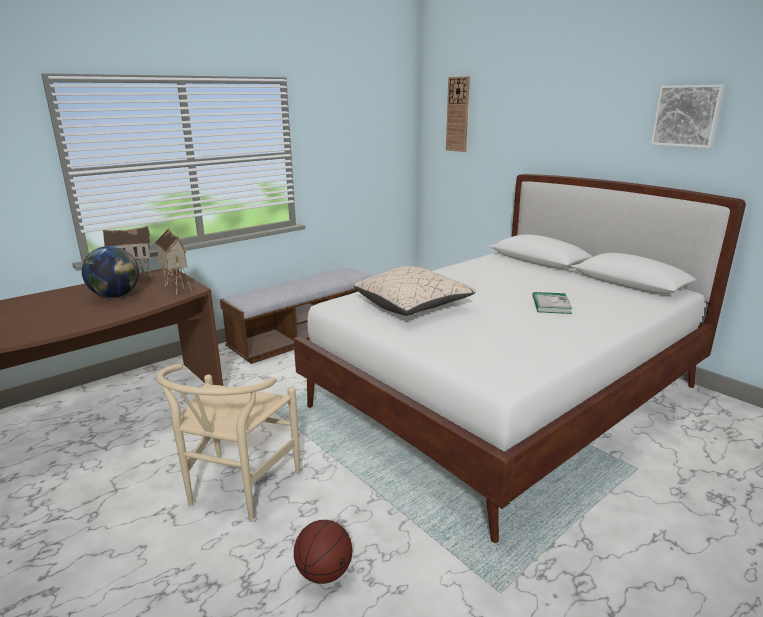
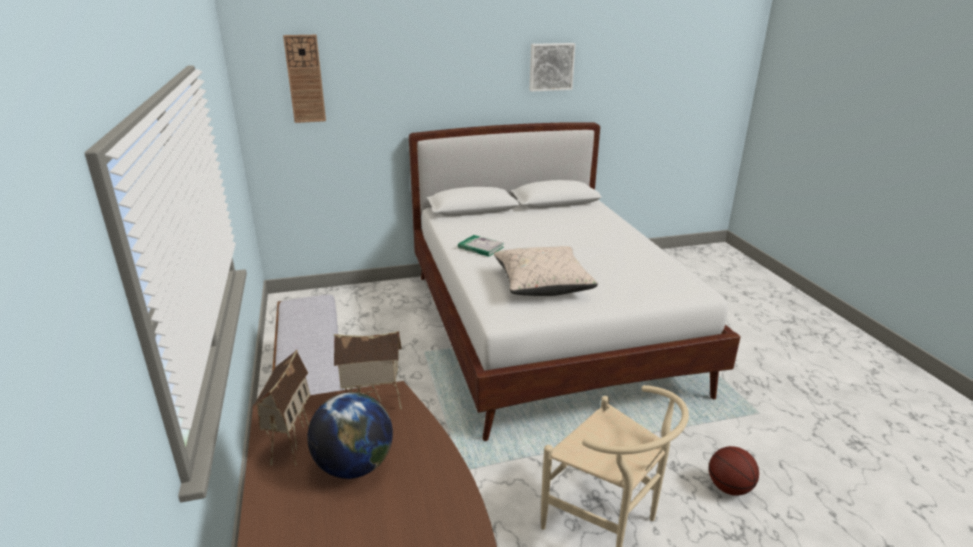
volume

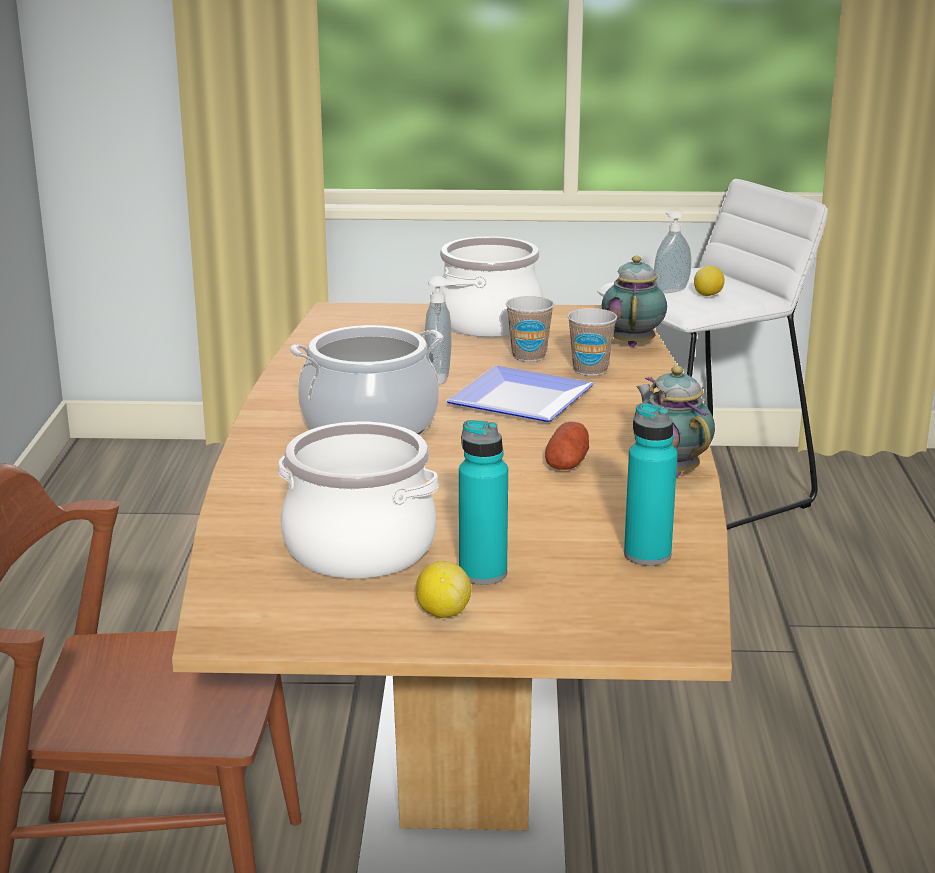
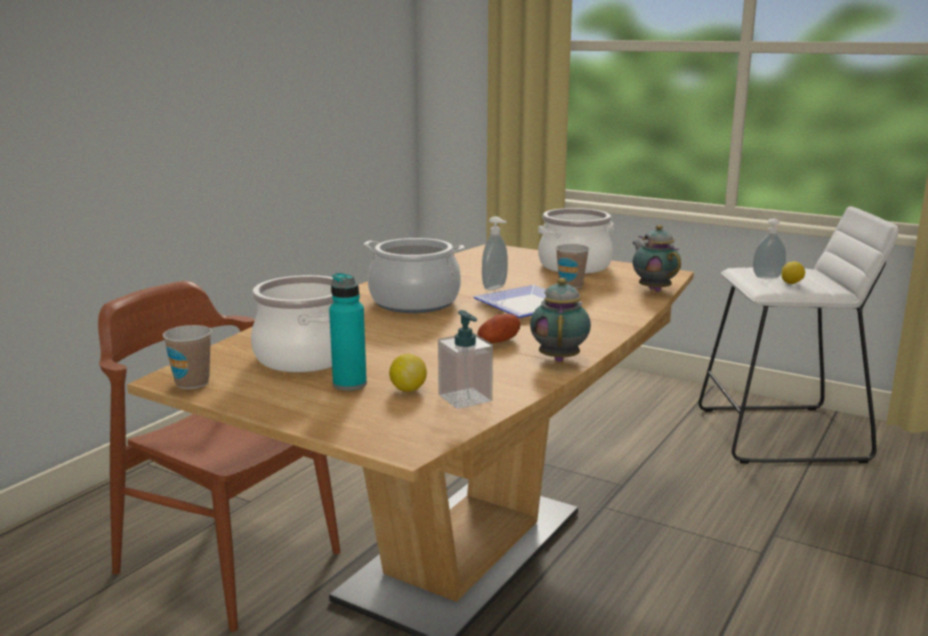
tea pot (no. 2 from left)
cup (no. 1 from left)
soap dispenser (no. 1 from left)
whole lemon (no. 1 from left)

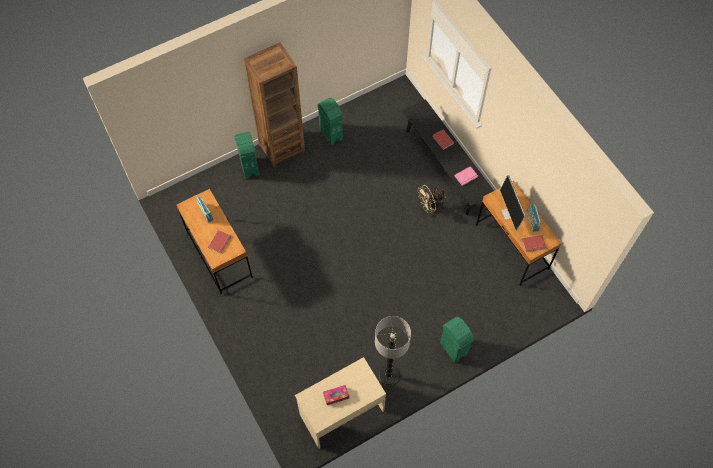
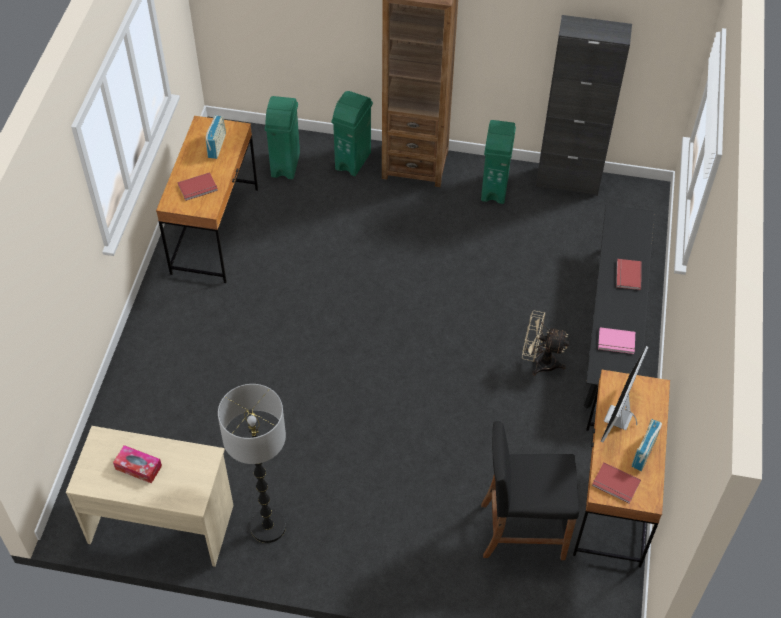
trash can (green) (no. 1 from left)
cabinet (black)
sitting stool (black)

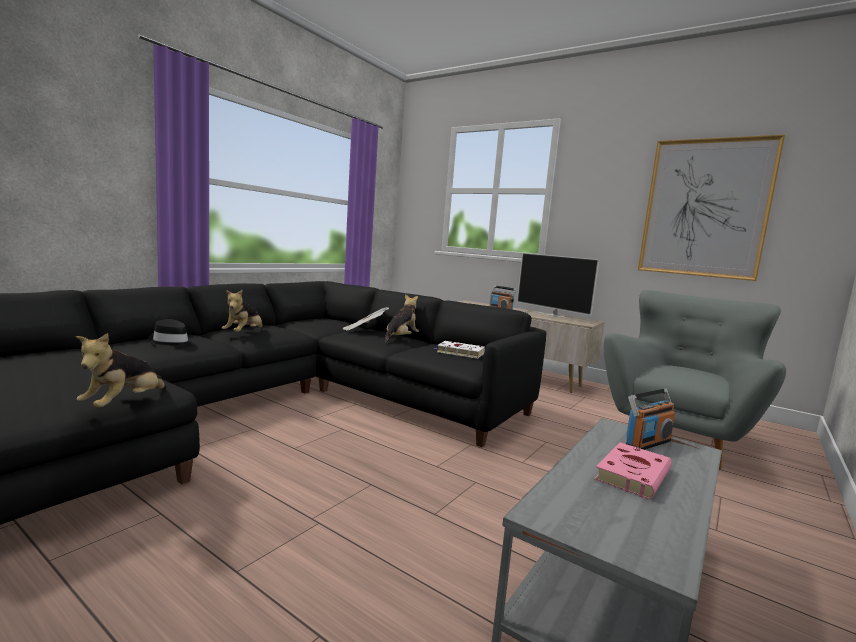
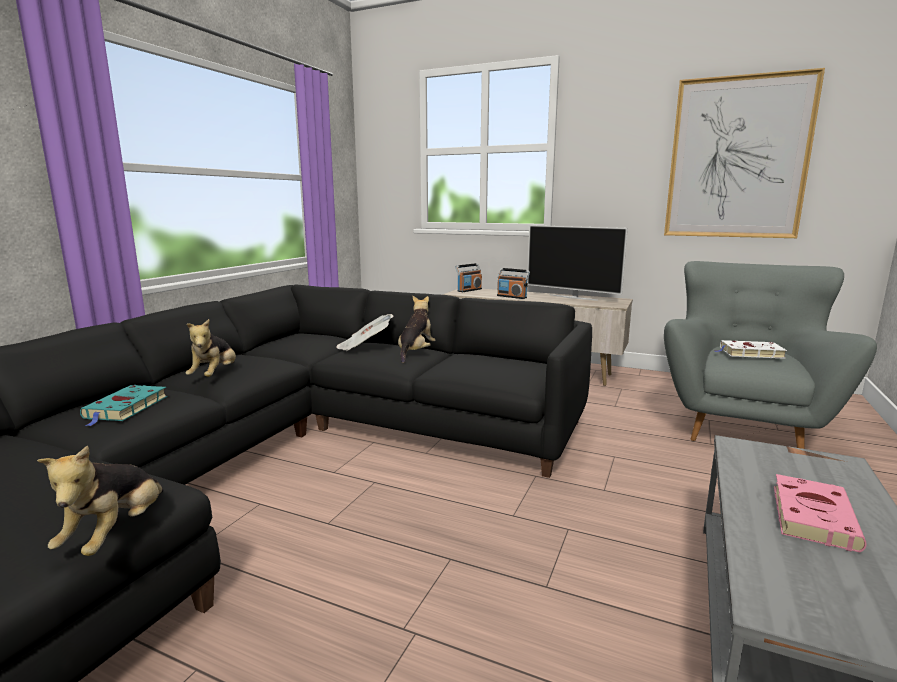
volume (blue-green)
volume (white-coloured)
radio receiver (no. 1 from left)

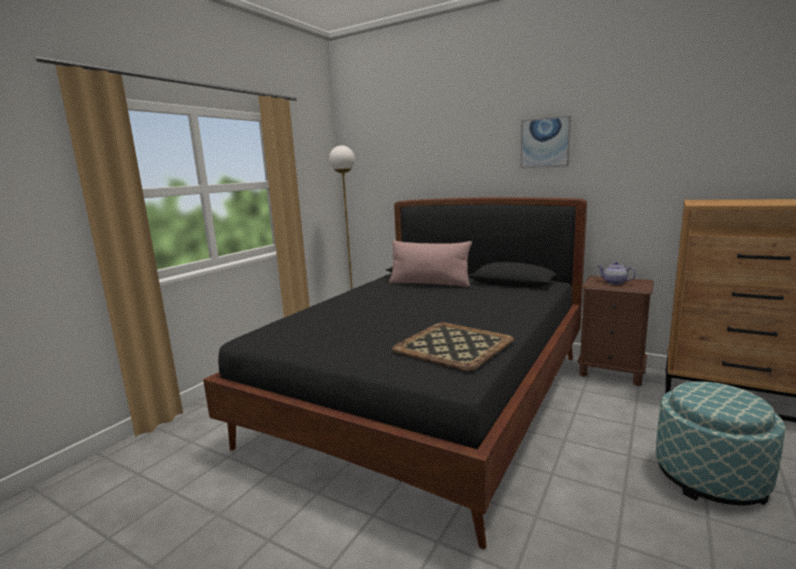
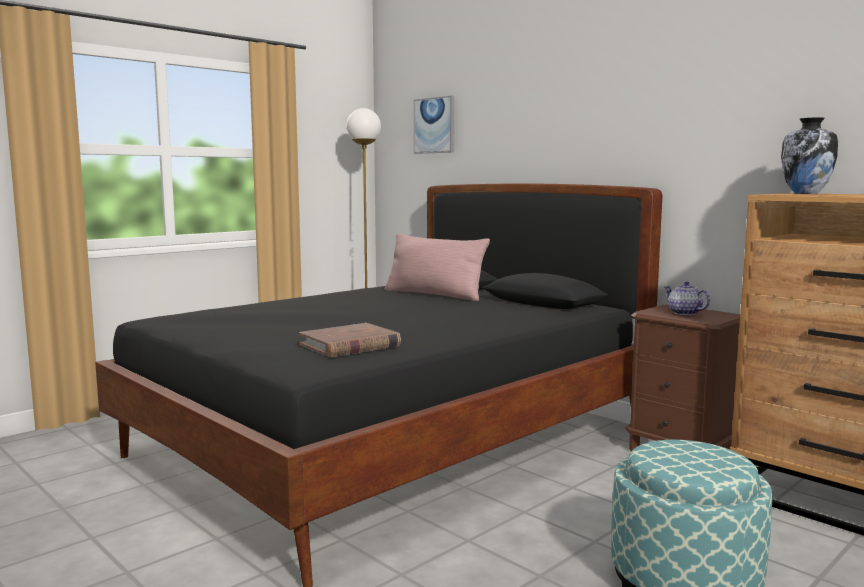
picture
volume (brown-coloured)
flower vase

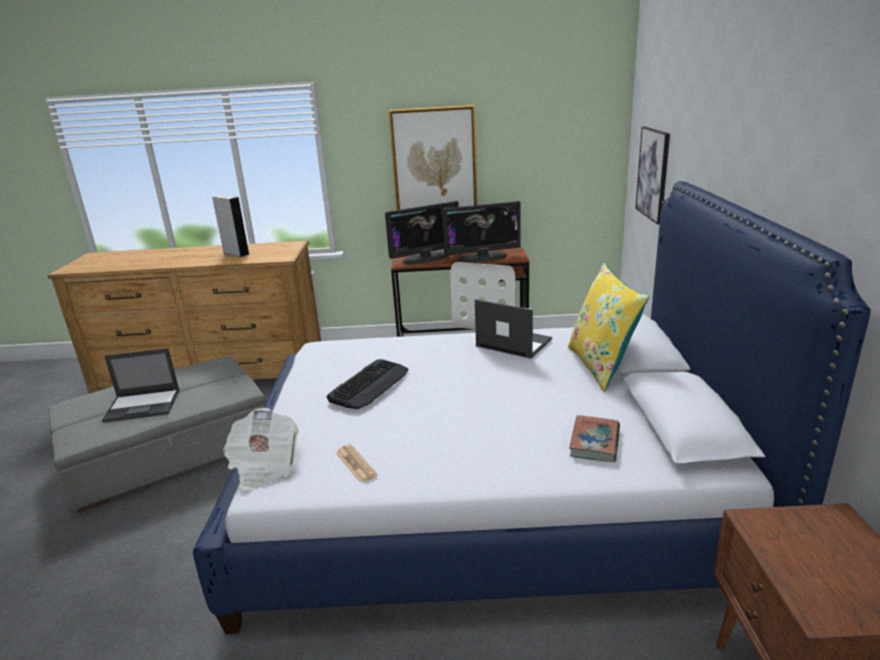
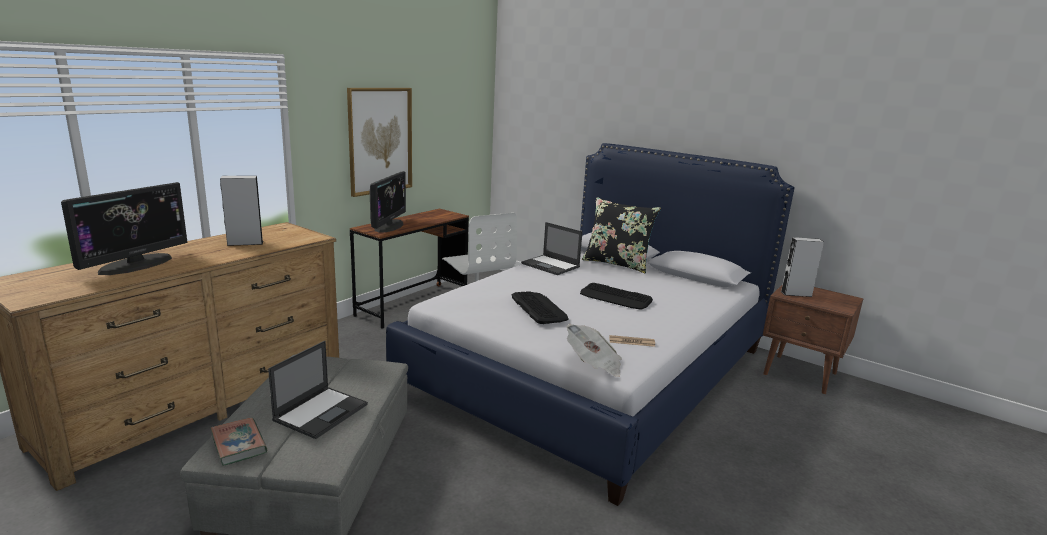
picture (no. 2 from left in the first image)
computer screen (no. 1 from left)
cushion (black)
laptop (no. 2 from left)
volume
speaker (greyish) (no. 2 from left)
computer keyboard (no. 2 from left)

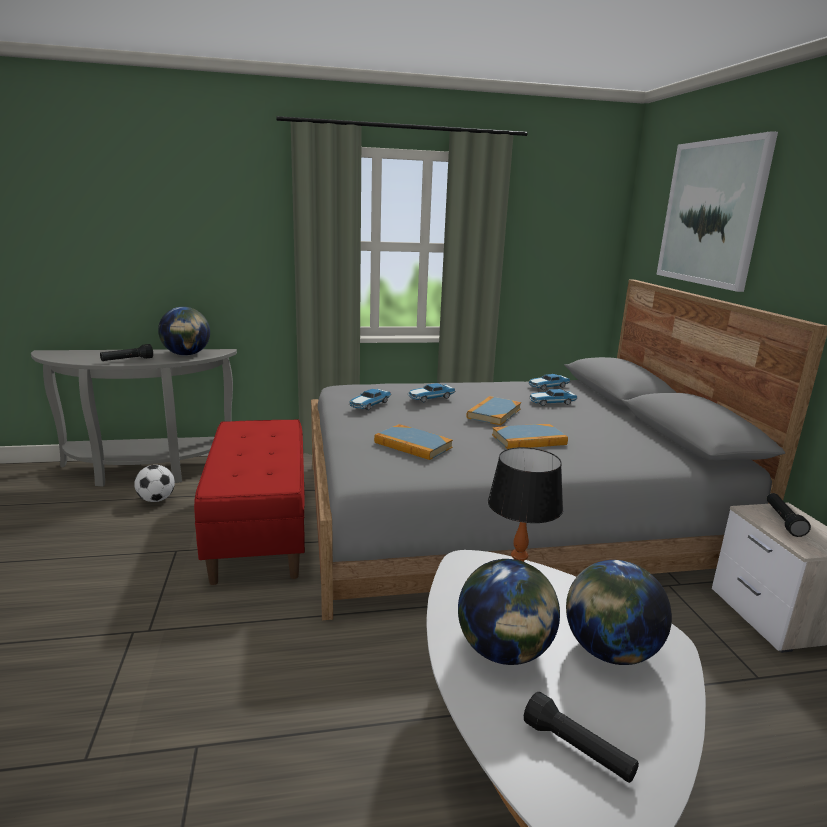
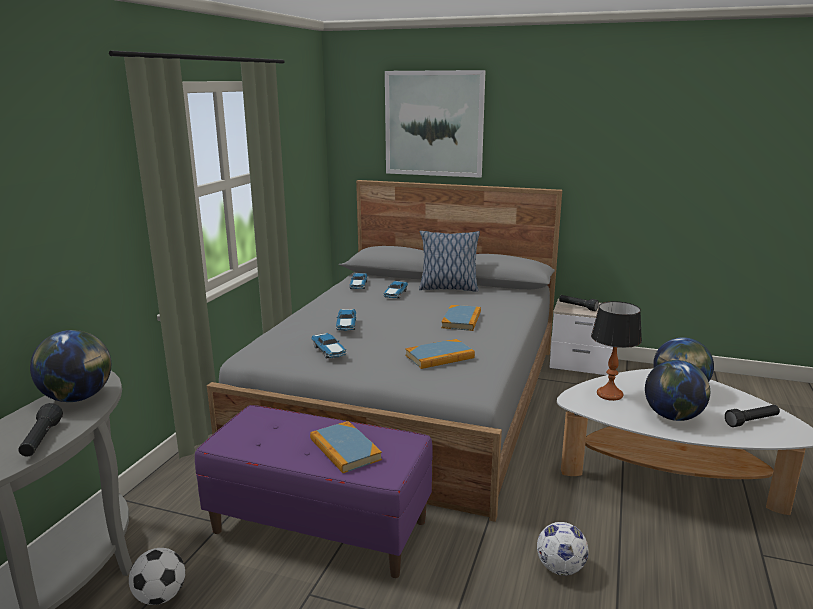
volume (no. 1 from left)
long seat (purple)
cushion
football (no. 2 from left)

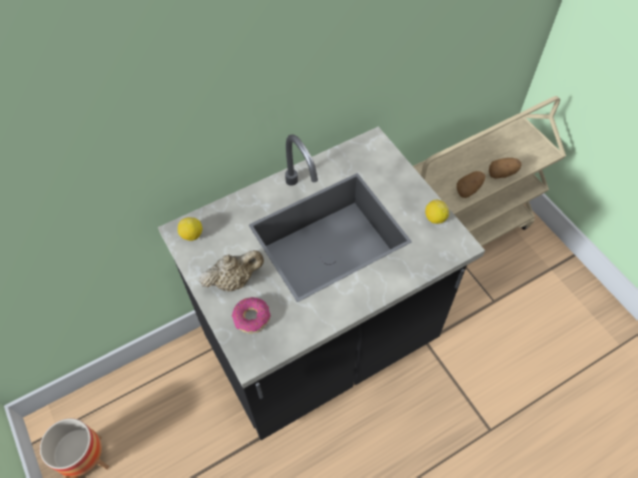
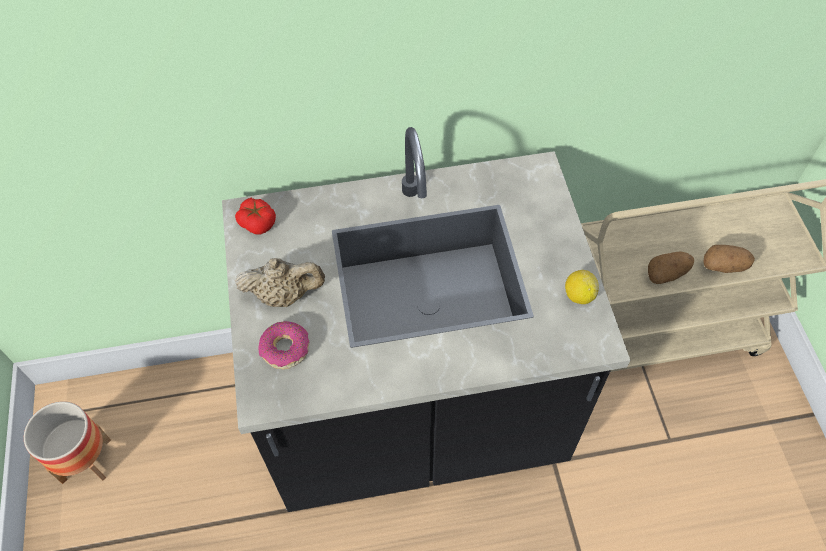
tomato

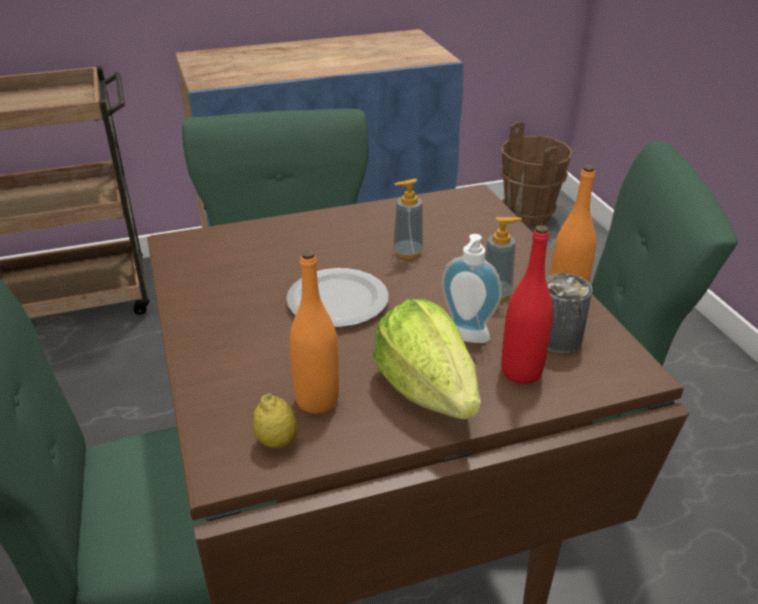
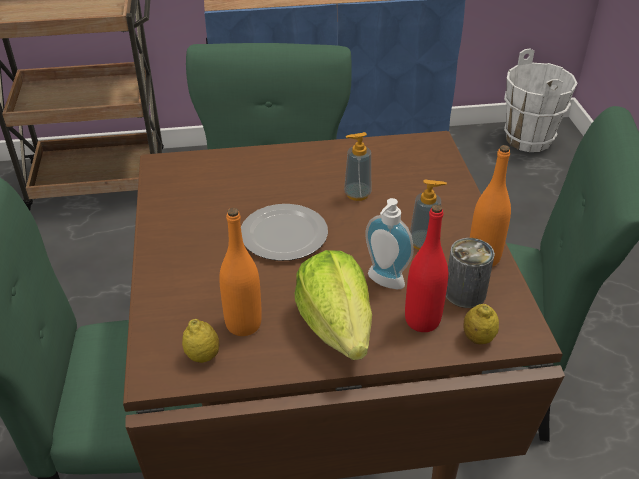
pail (white-coloured)
whole lemon (no. 2 from left)

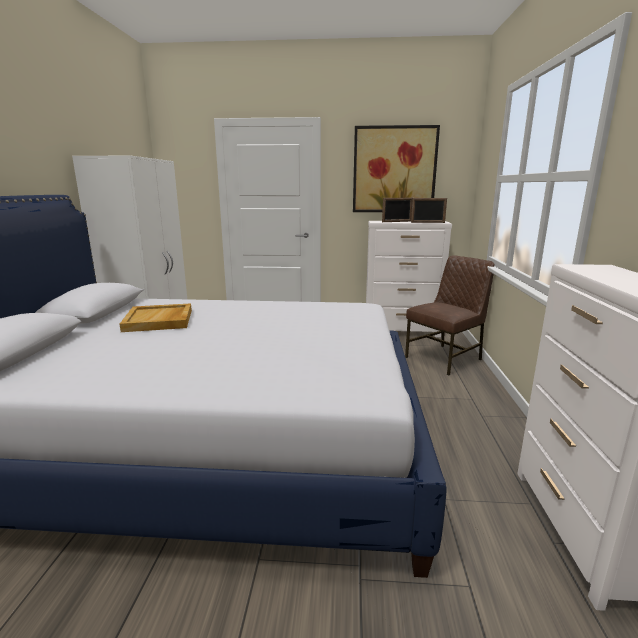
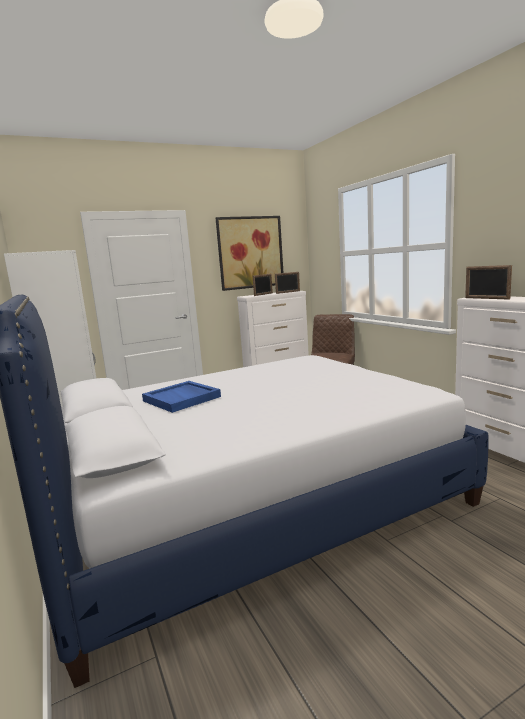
serving tray (bluish)
photo frame (no. 3 from left)

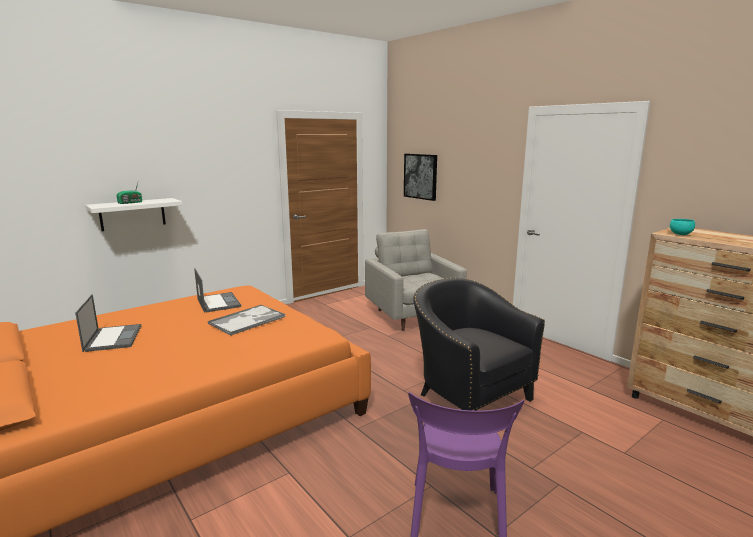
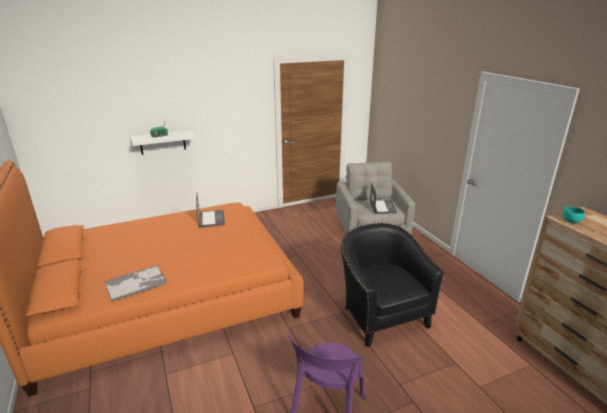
picture
laptop (no. 2 from left)
serving tray

